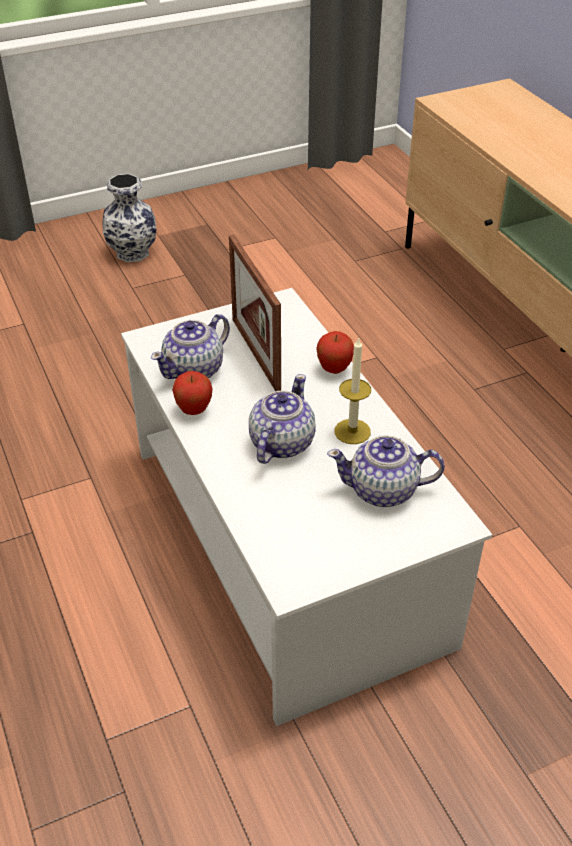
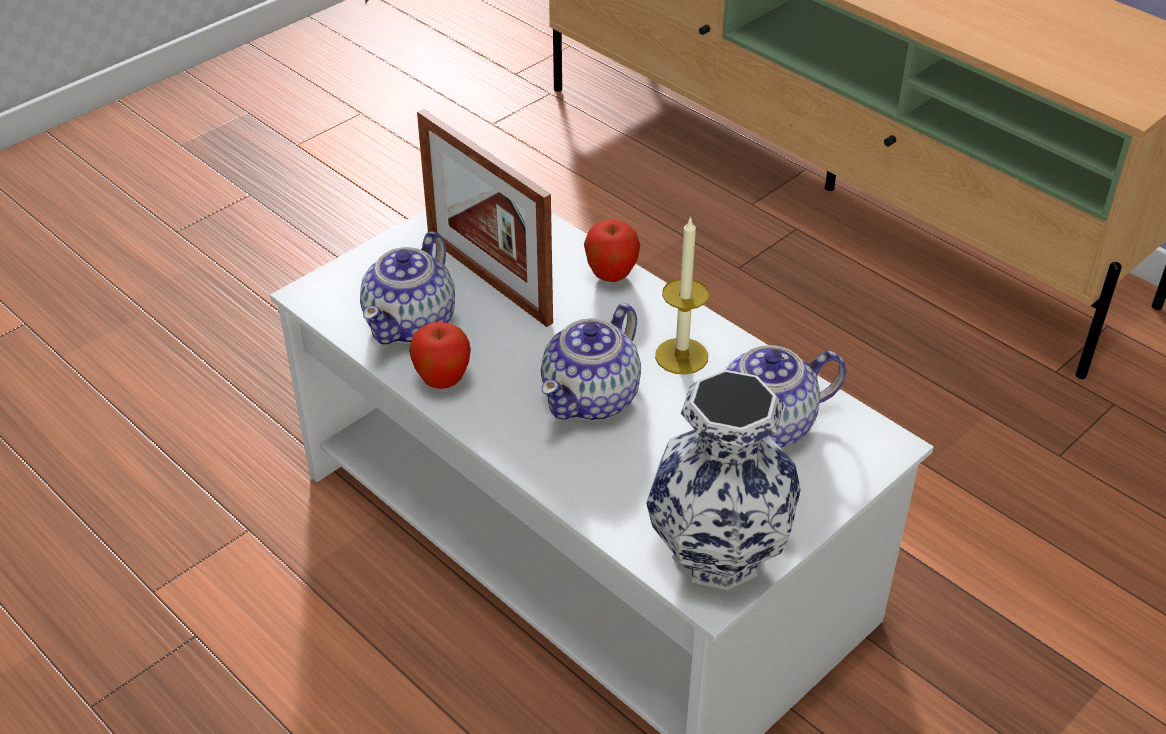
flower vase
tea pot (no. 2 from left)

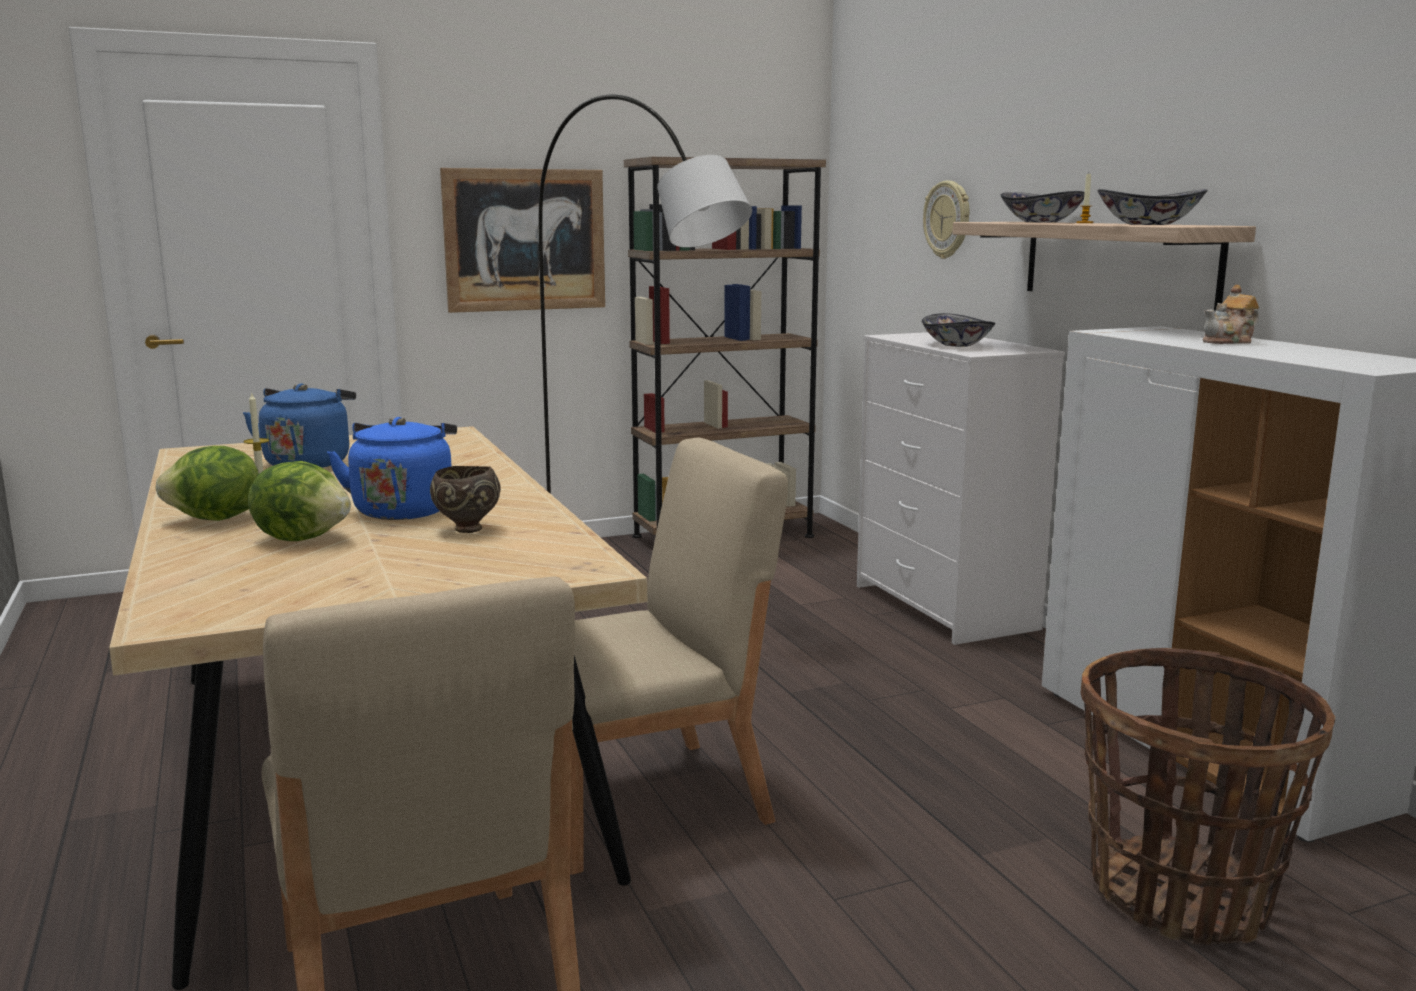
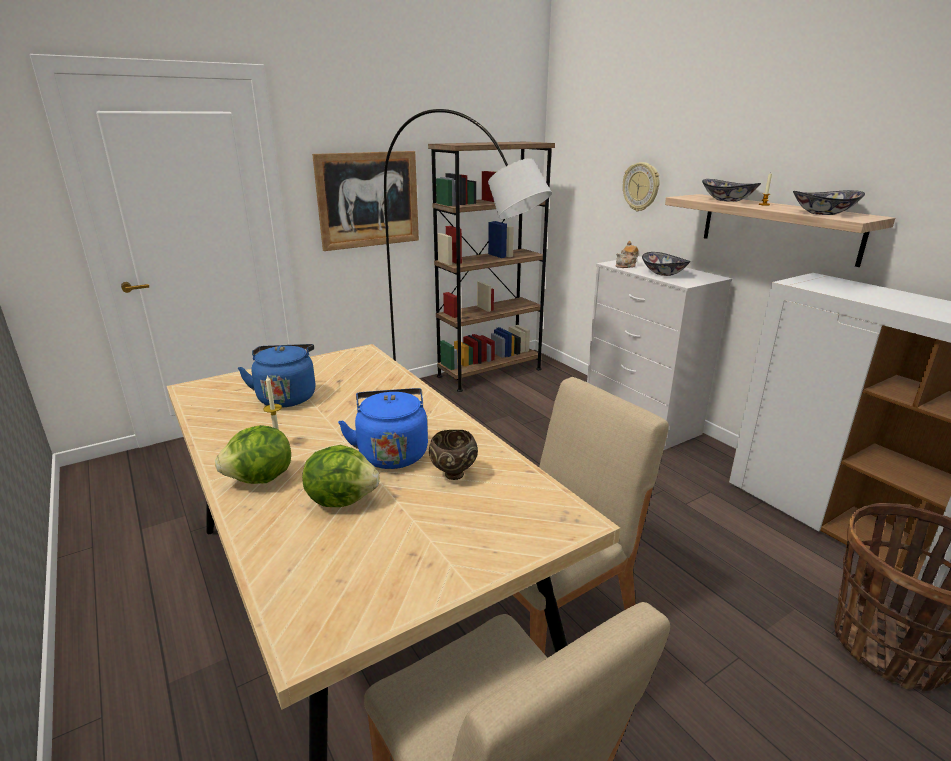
tea pot

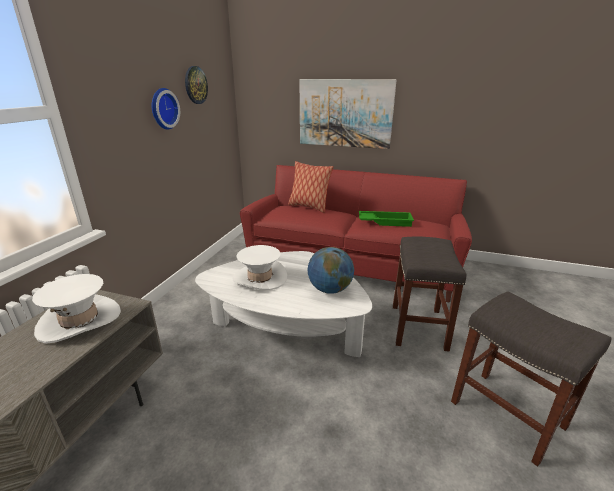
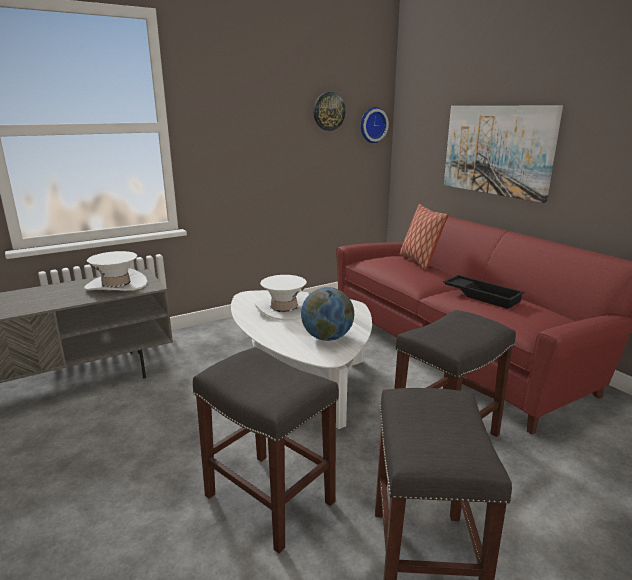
clock on the wall (no. 2 from left)
serving tray (black)
sitting stool (greyish) (no. 1 from left)

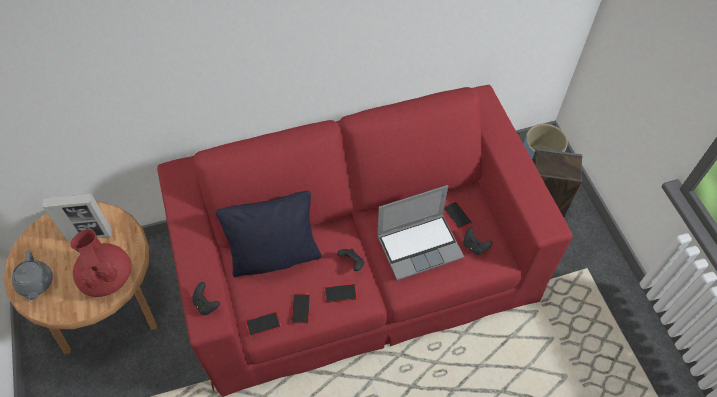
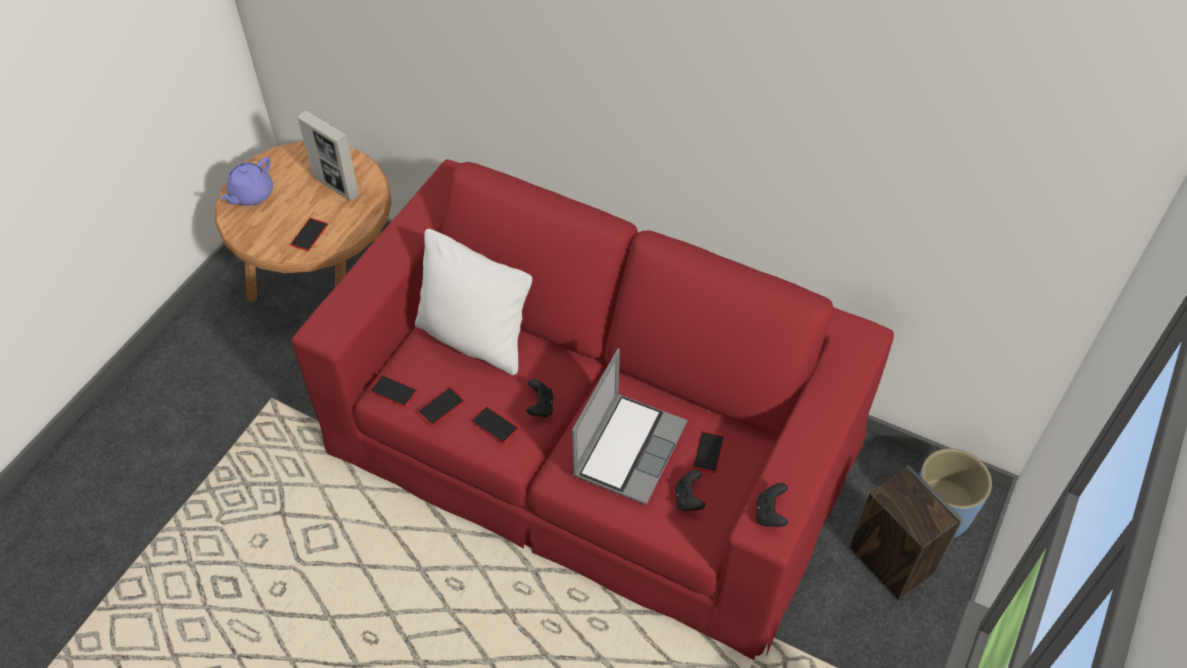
laptop
cushion (white-coloured)
telephone (no. 1 from left)
tea pot (purple)
gamepad (black) (no. 3 from left)

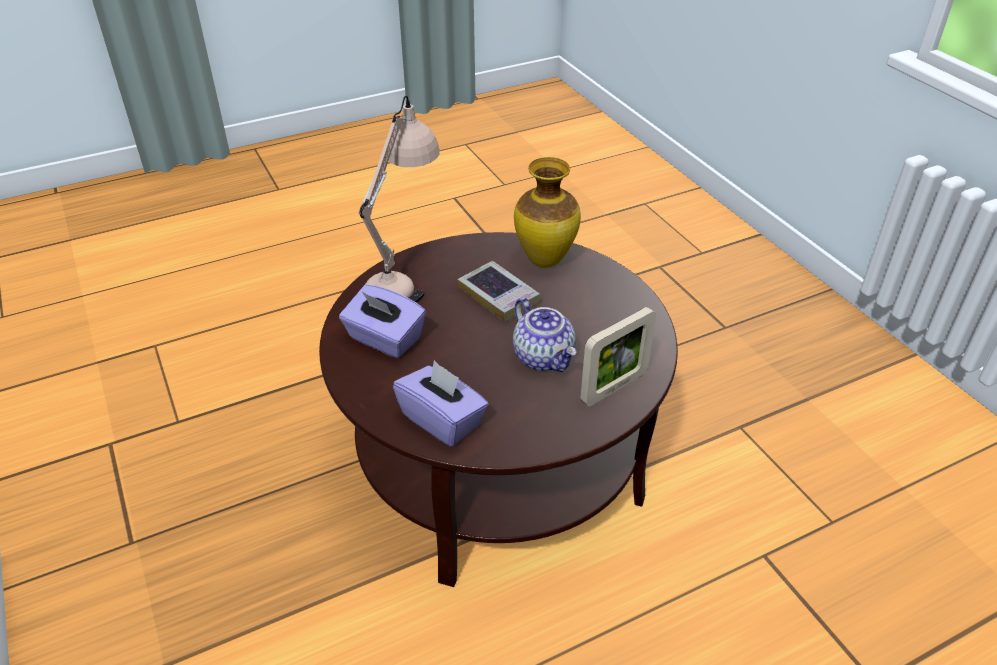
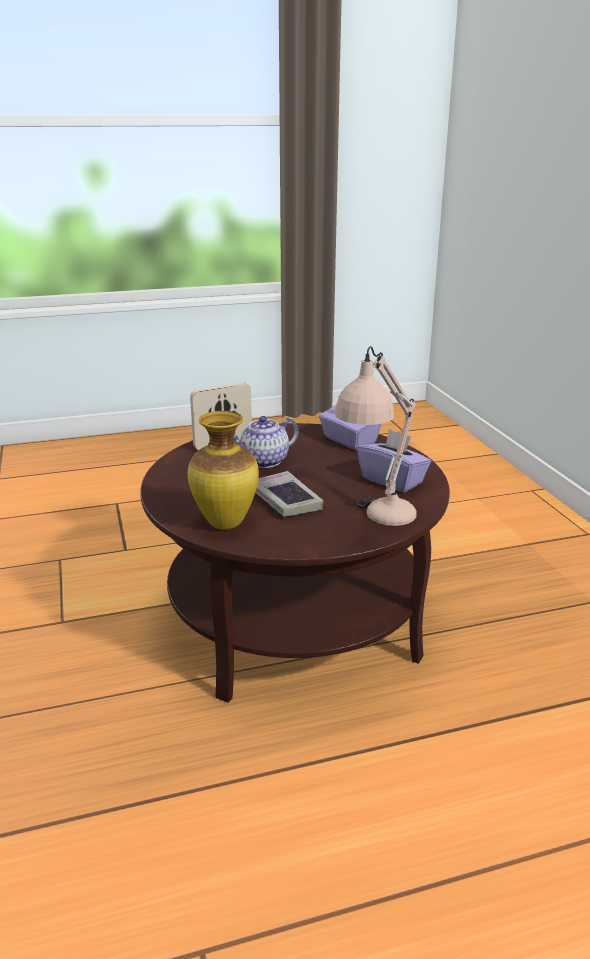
tea pot

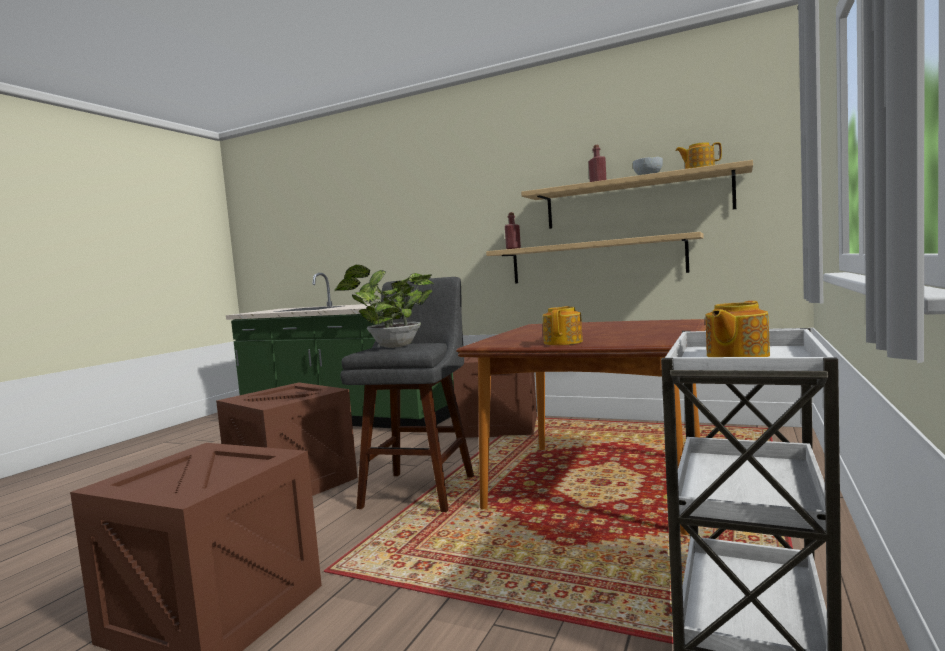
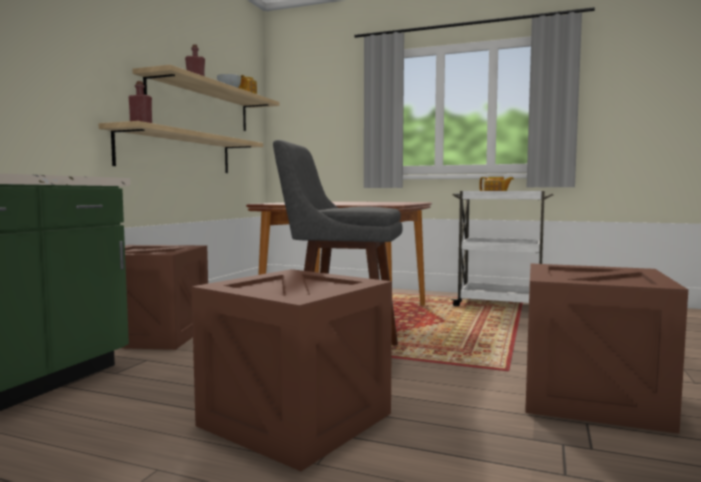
houseplant
tea pot (no. 1 from left in the first image)

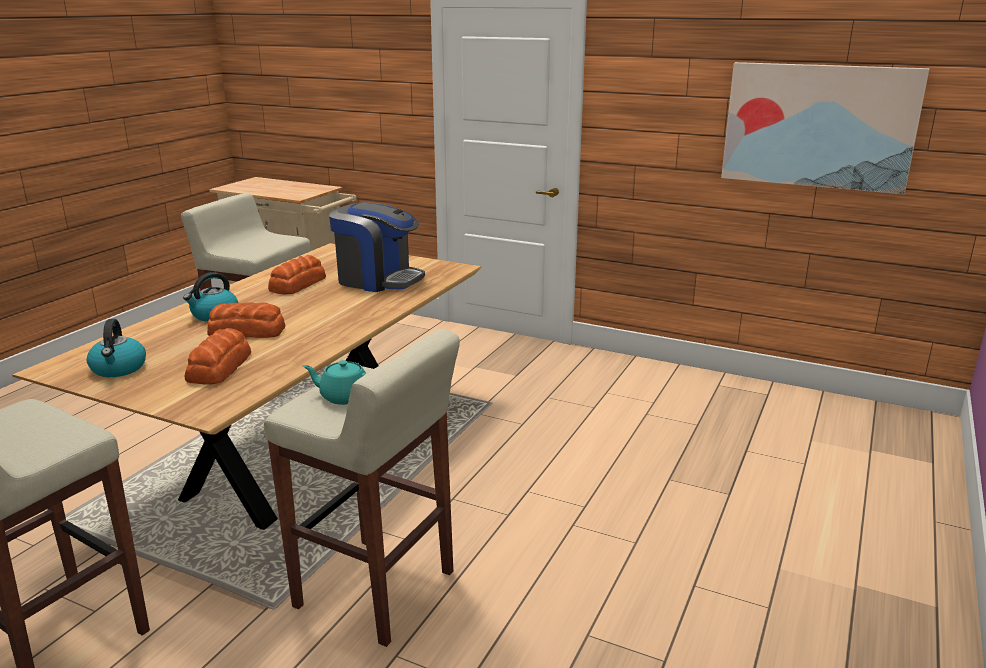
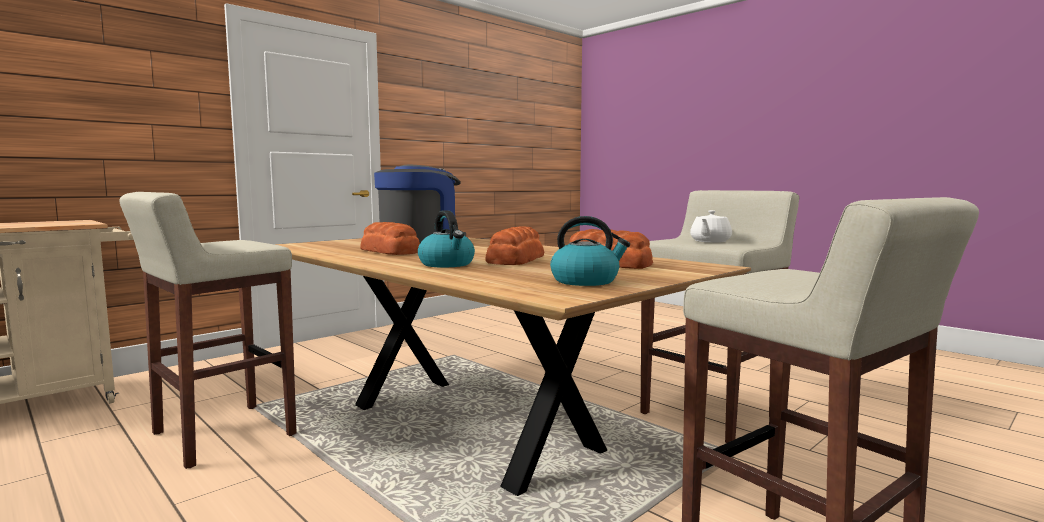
picture
tea pot (white-coloured)

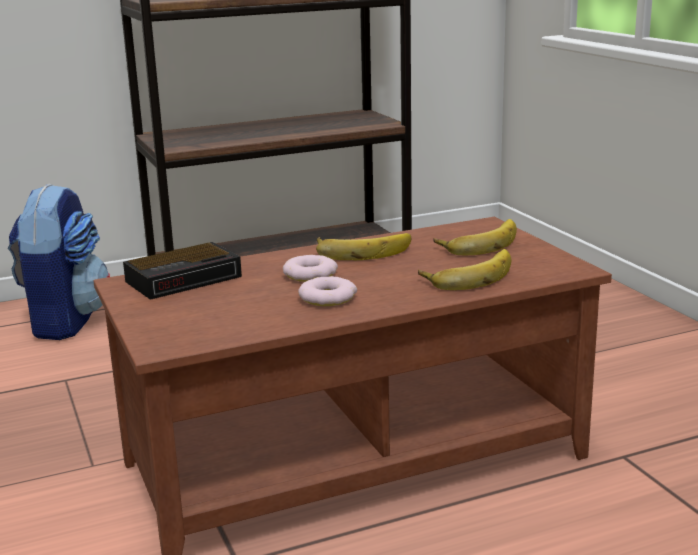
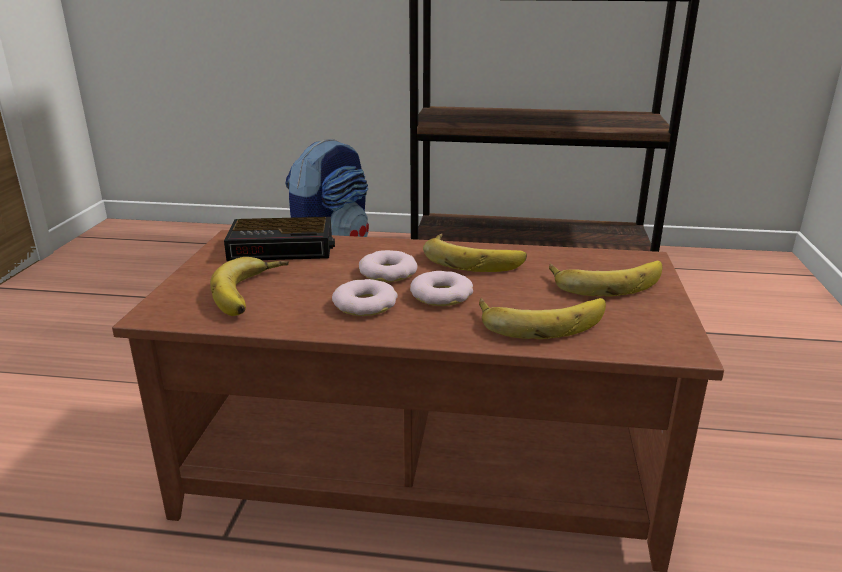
whole banana (no. 1 from left)
ring doughnut (no. 3 from left)

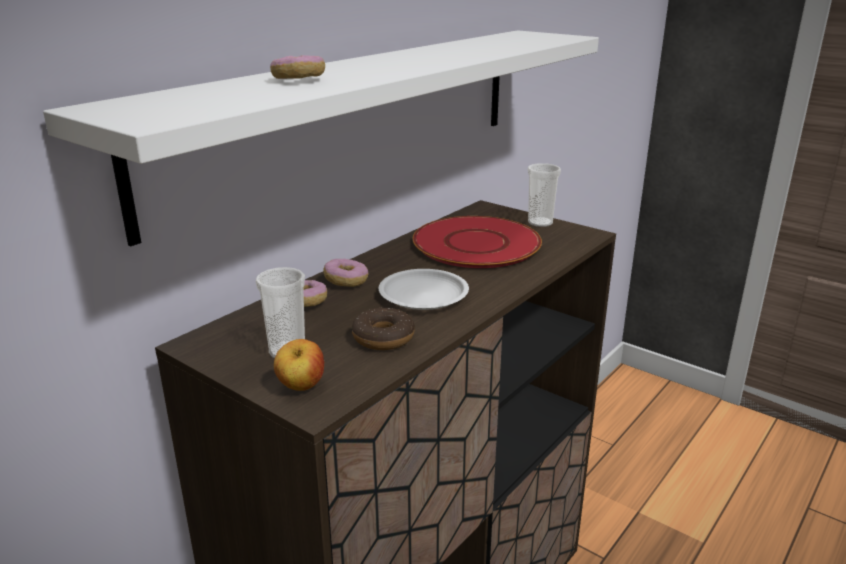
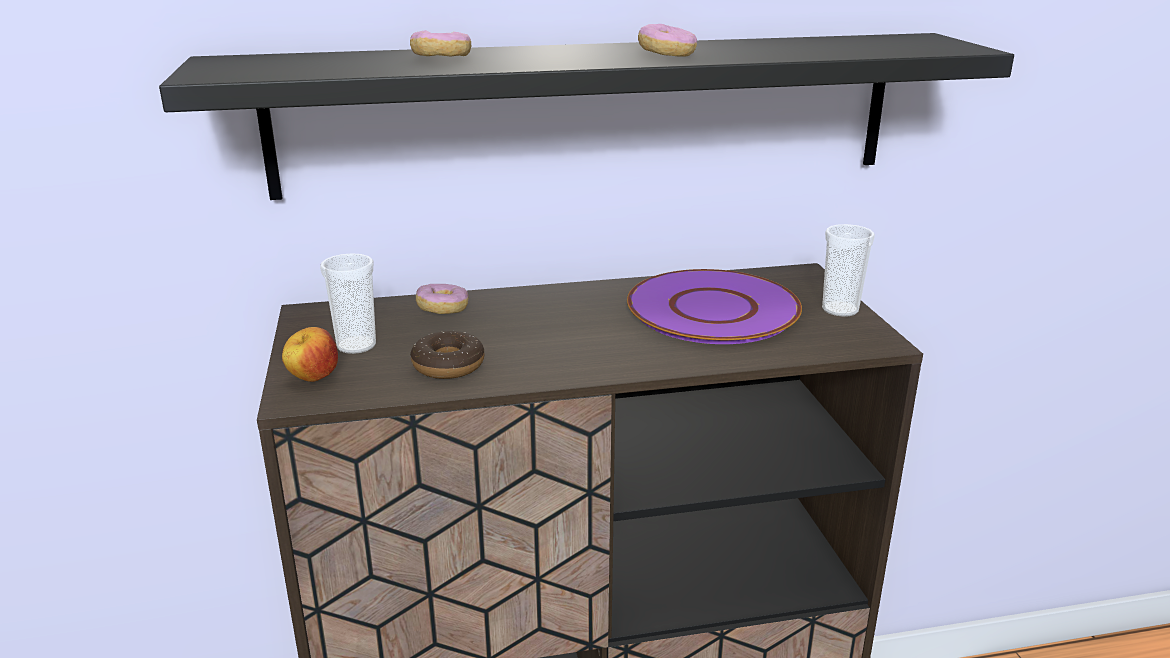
shelf (black)
dinner plate (purple)
ring doughnut (no. 4 from left)
dinner plate (white-coloured)

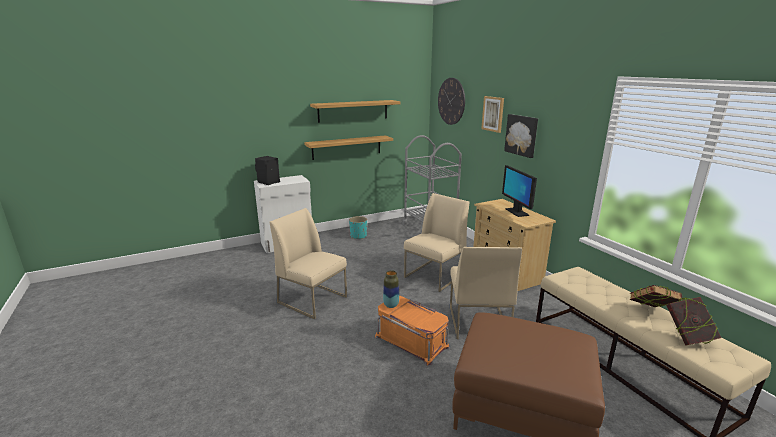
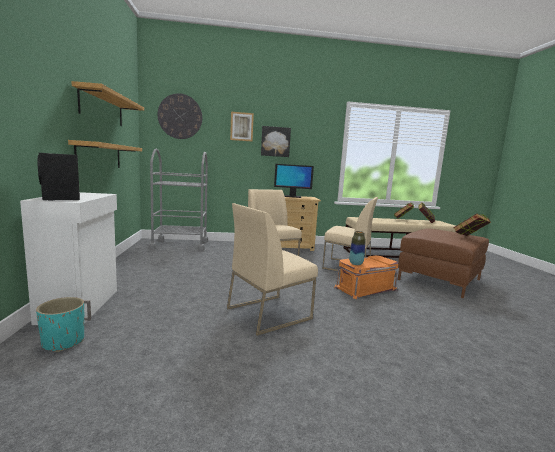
flower pot (blue-green)
volume (no. 3 from left)

